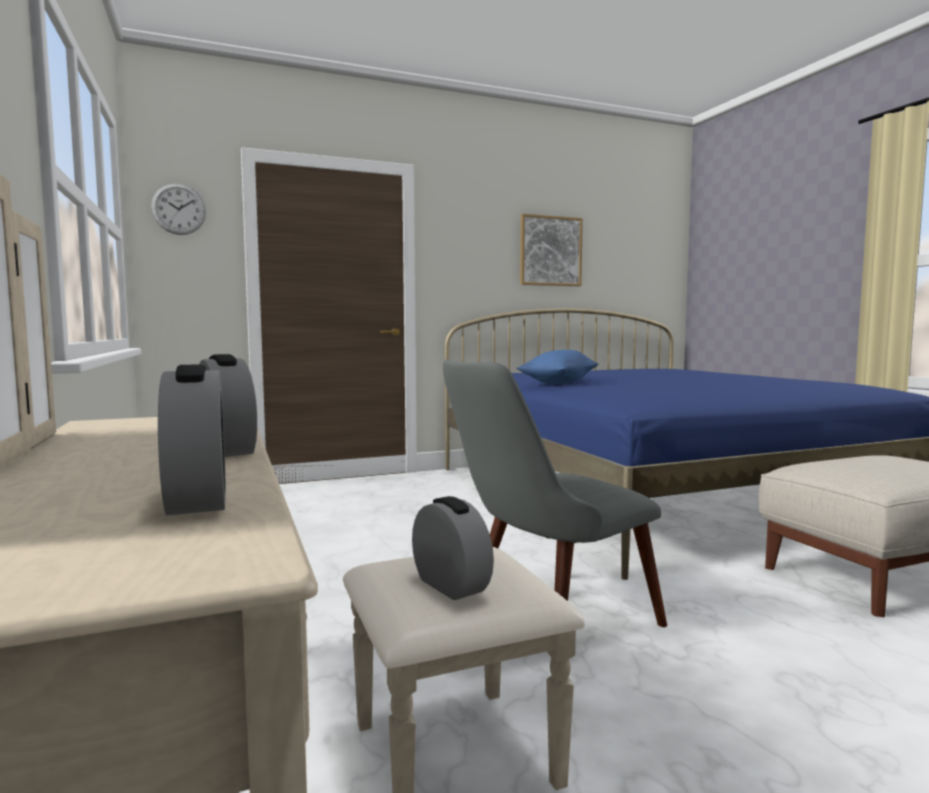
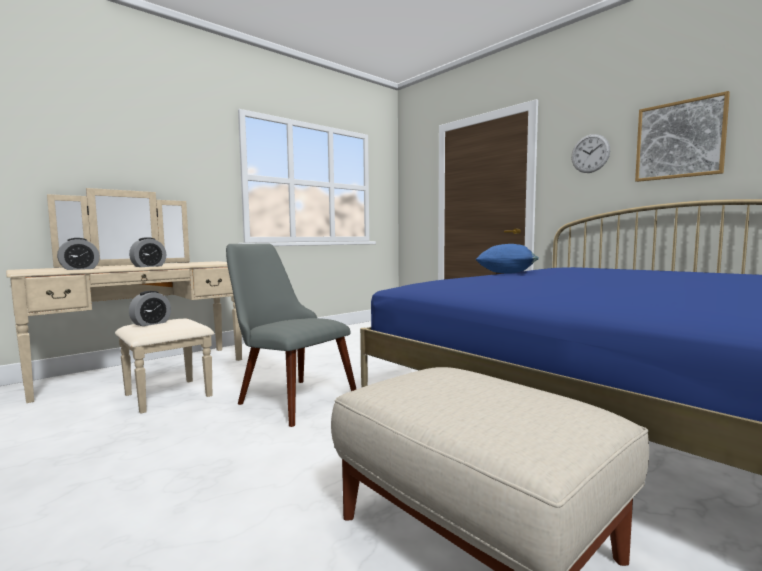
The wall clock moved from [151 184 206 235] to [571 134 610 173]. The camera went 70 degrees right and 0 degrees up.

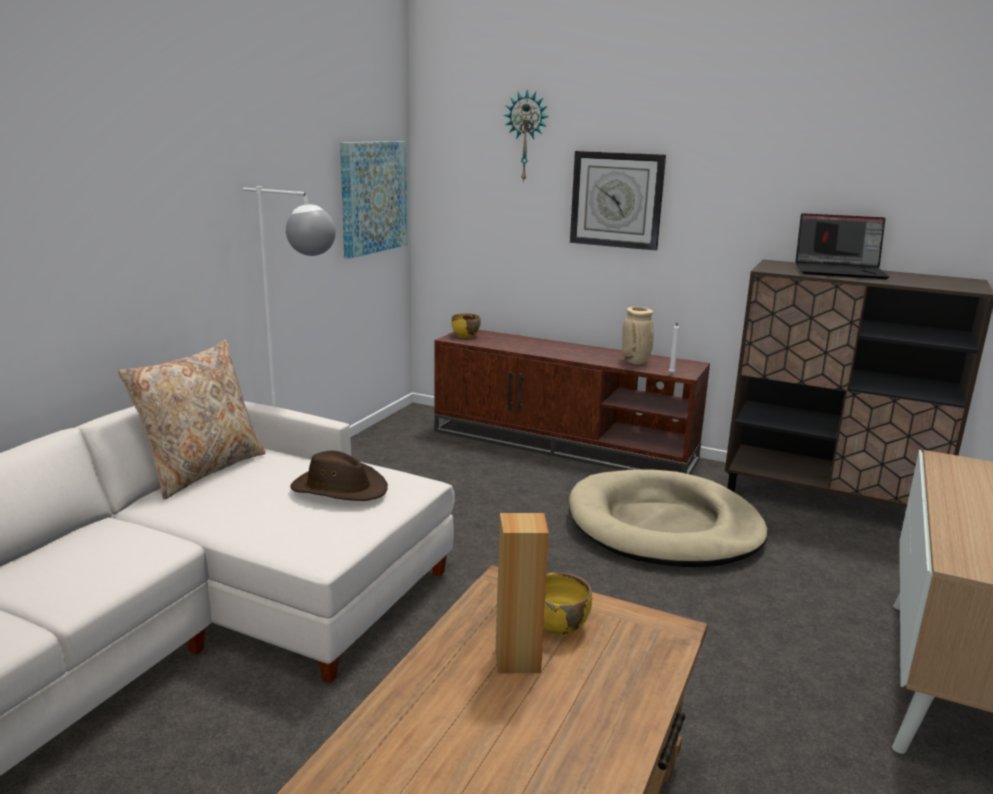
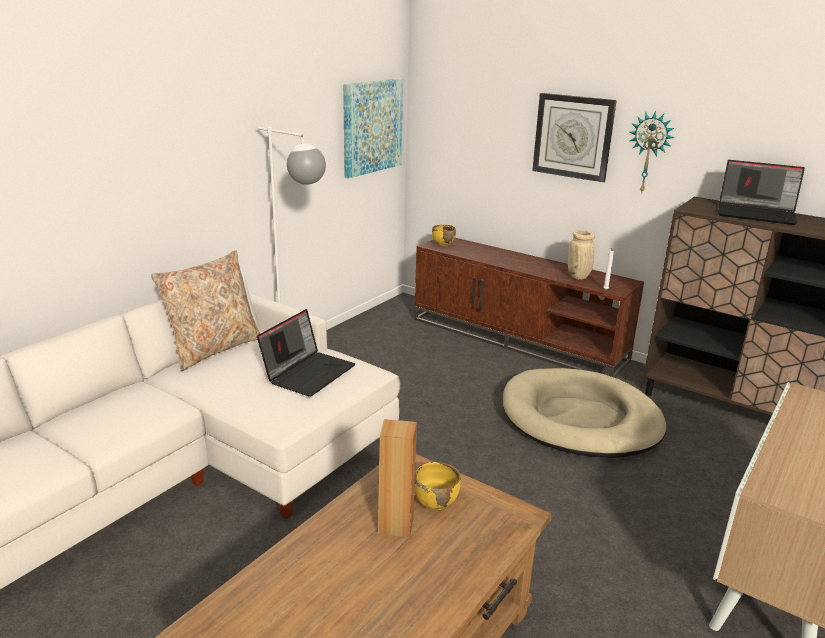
The hat in brown at [290 451 388 501] was replaced by the laptop at [257 309 355 397]. The wall clock moved from [504 90 549 183] to [629 111 674 194]. The camera went 10 degrees right and 5 degrees up.

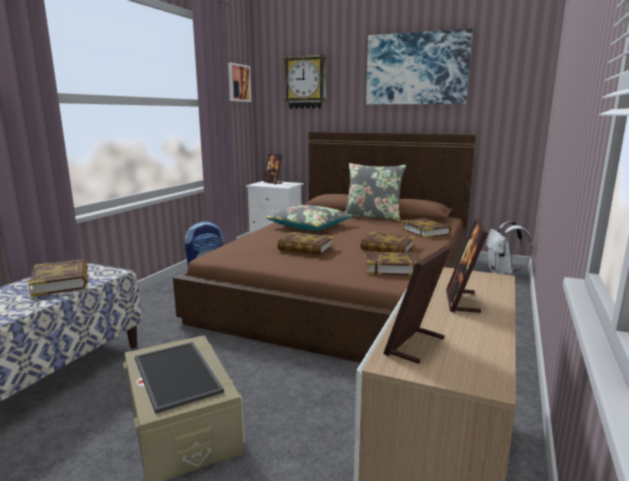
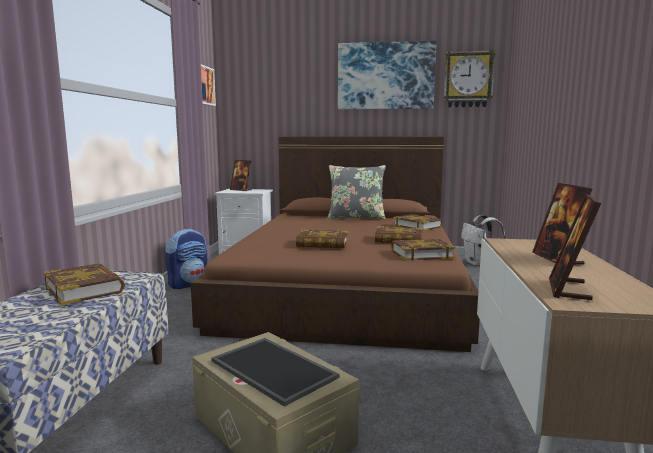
The wall clock moved from [284 54 326 109] to [444 50 496 107]. The pillow in grey at [266 205 353 231] disappeared. The camera went 15 degrees left and 5 degrees down.

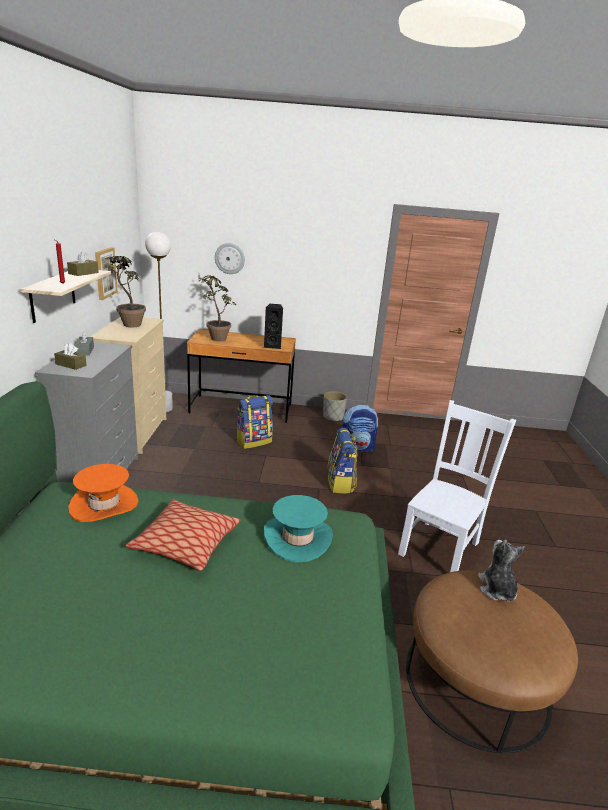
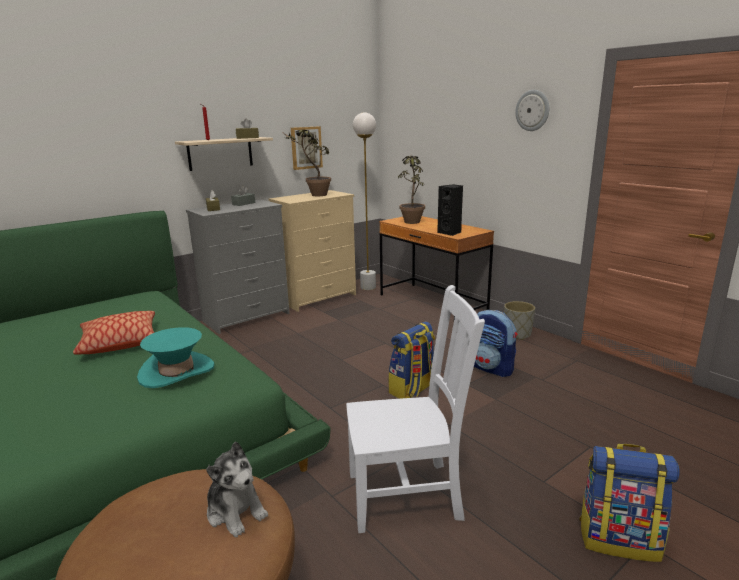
The plush toy at [478 540 525 602] turned 90 degrees clockwise. The wall clock moved from [215 243 245 274] to [515 90 549 131]. The backpack moved from [236 395 273 449] to [579 444 680 562]. The hat in orange at [68 464 139 522] disappeared. The camera went 50 degrees right and 5 degrees down.

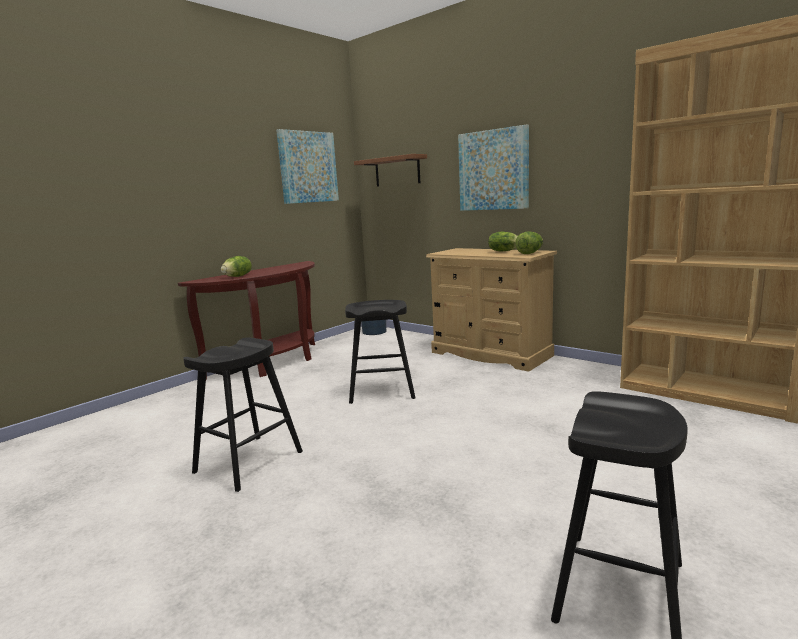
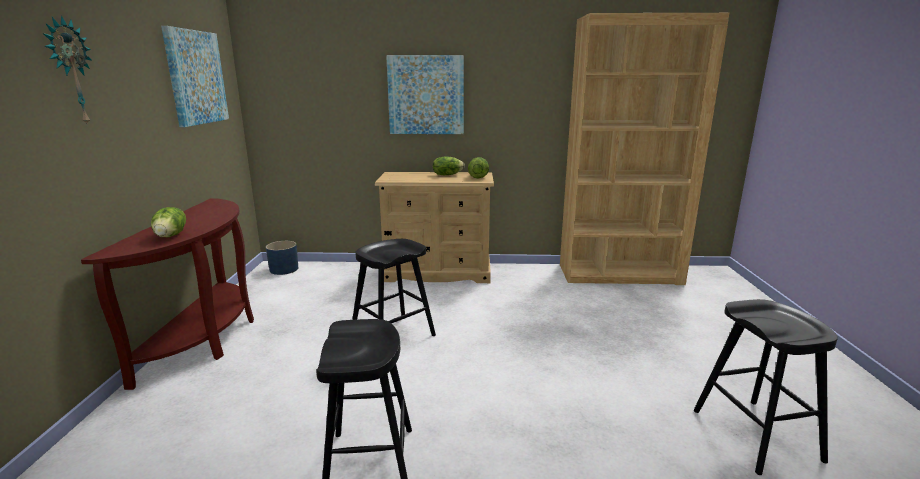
The wall clock at [43 15 92 126] appeared. The shelf in brown at [354 154 427 187] disappeared. The camera went 40 degrees left and 5 degrees up.

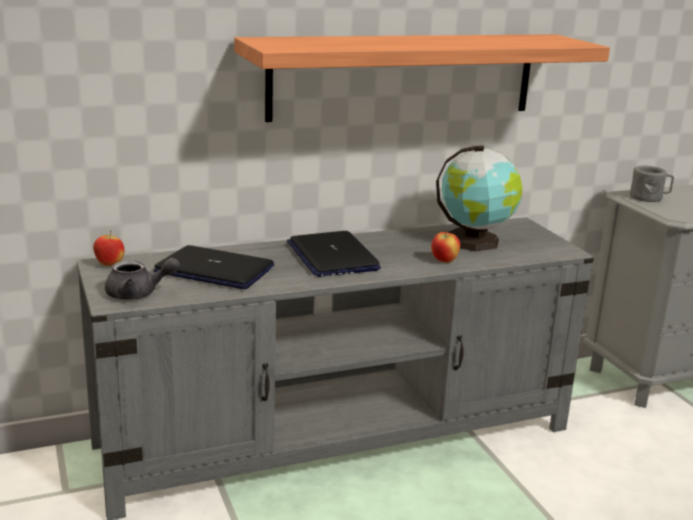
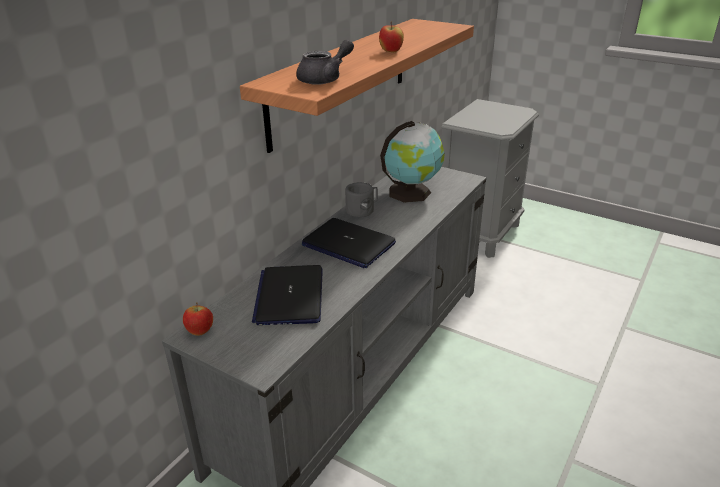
The laptop at [153 245 274 289] turned 75 degrees counterclockwise. The teapot in grey moved from [105 258 180 300] to [296 39 354 85]. The mug in grey moved from [630 166 674 202] to [345 182 378 217]. The apple moved from [431 230 460 263] to [379 22 404 52]. The camera went 35 degrees left and 10 degrees up.

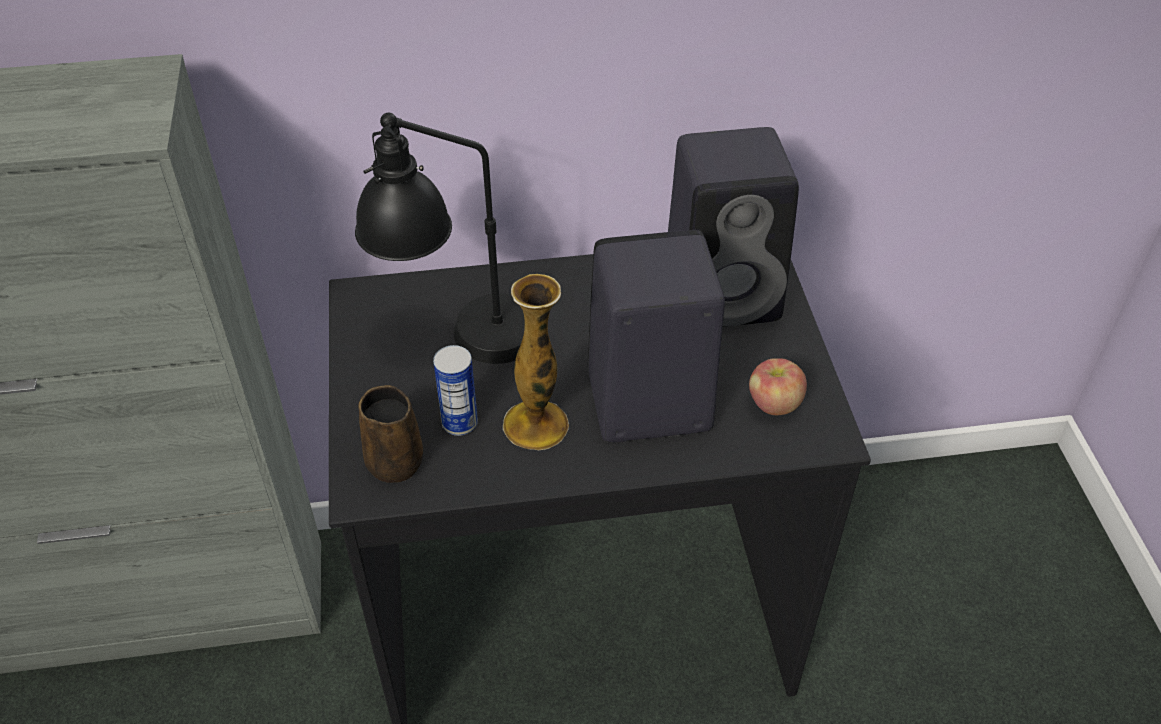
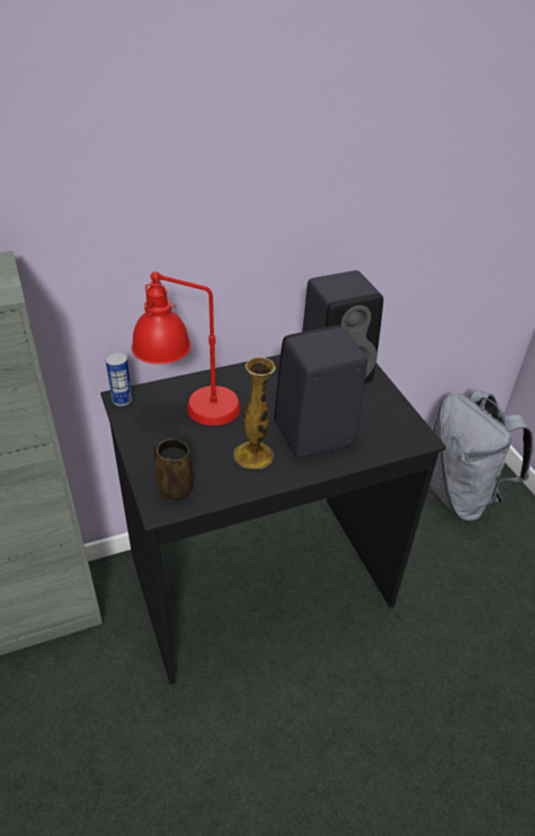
The can moved from [433 345 478 436] to [106 352 132 406]. The table lamp in black at [355 113 525 364] became the table lamp in red at [131 271 241 426]. The backpack in grey at [429 390 533 521] appeared. The apple at [749 358 807 415] disappeared. The camera went 15 degrees left and 5 degrees down.

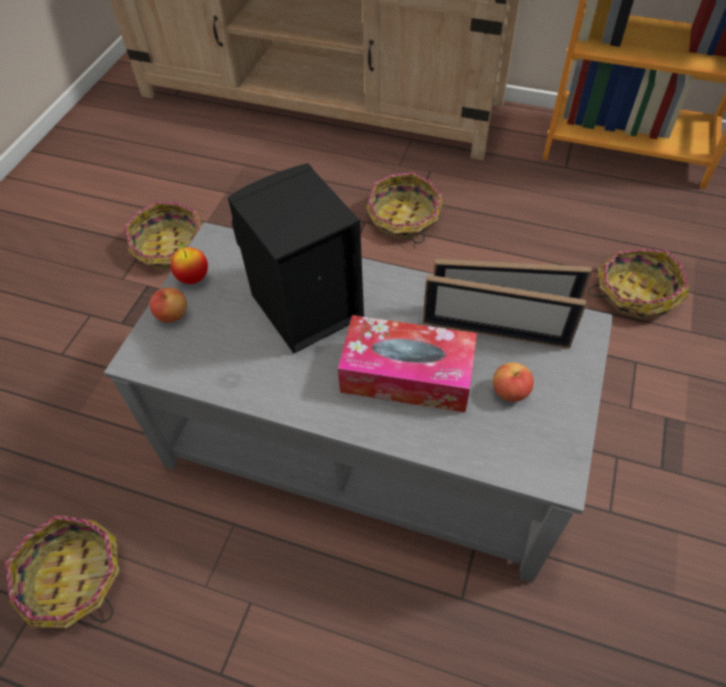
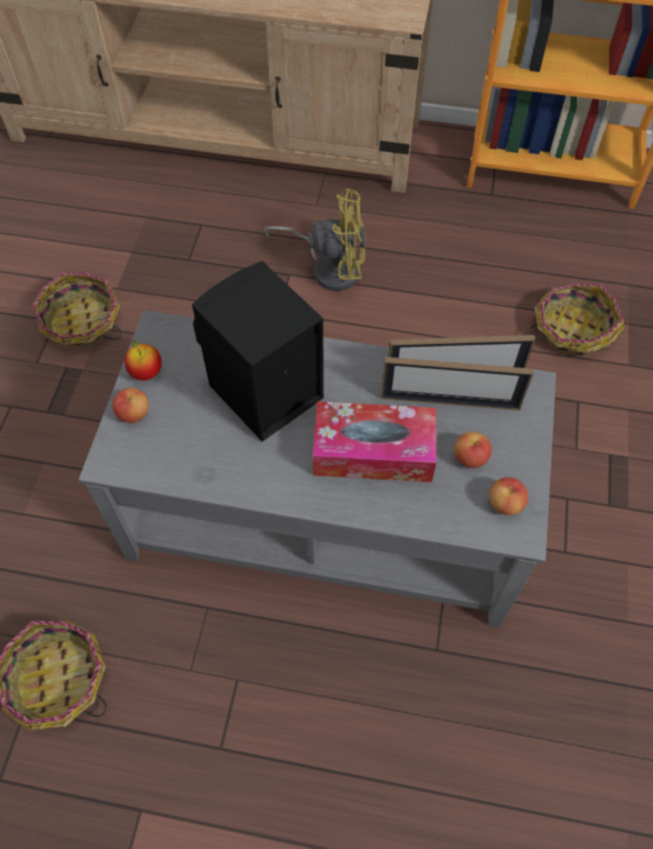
The basket at [366 172 443 244] was replaced by the fan in yellow at [264 188 366 291]. The apple at [489 477 528 515] appeared. The camera went 10 degrees left and 5 degrees up.

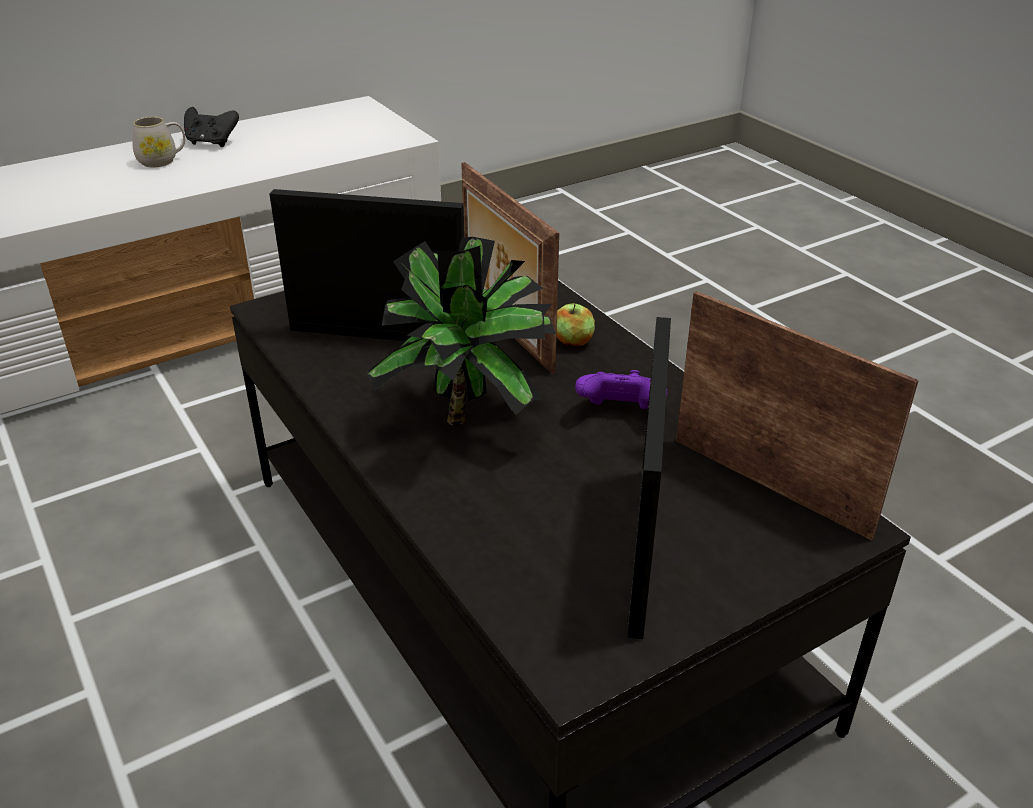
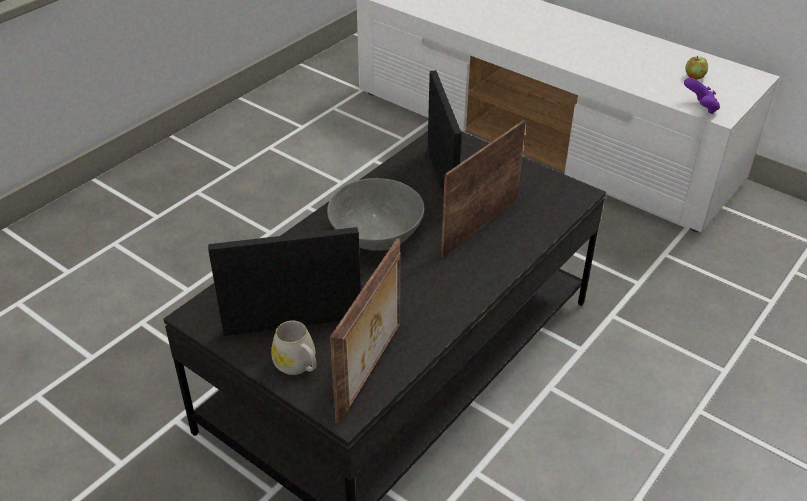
The mug in white moved from [132 116 185 167] to [271 321 317 375]. The potted plant at [367 237 556 426] was replaced by the bowl in grey at [327 178 424 251]. The game controller in purple moved from [575 370 667 409] to [684 78 720 114]. The apple moved from [556 303 595 347] to [685 56 708 80]. The game controller in black at [184 107 239 147] disappeared. The camera went 70 degrees right and 5 degrees up.

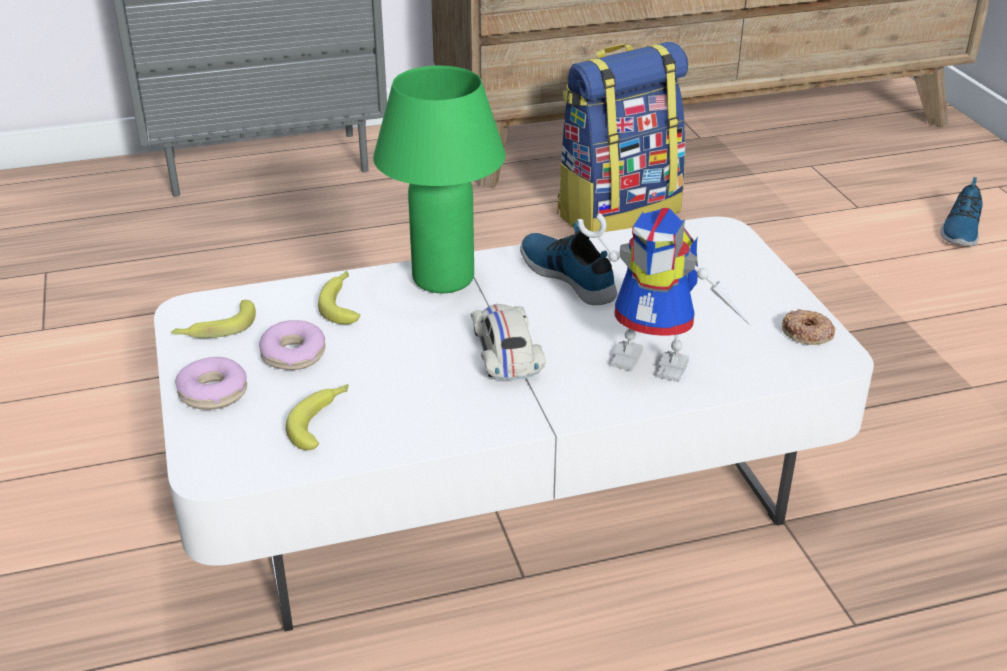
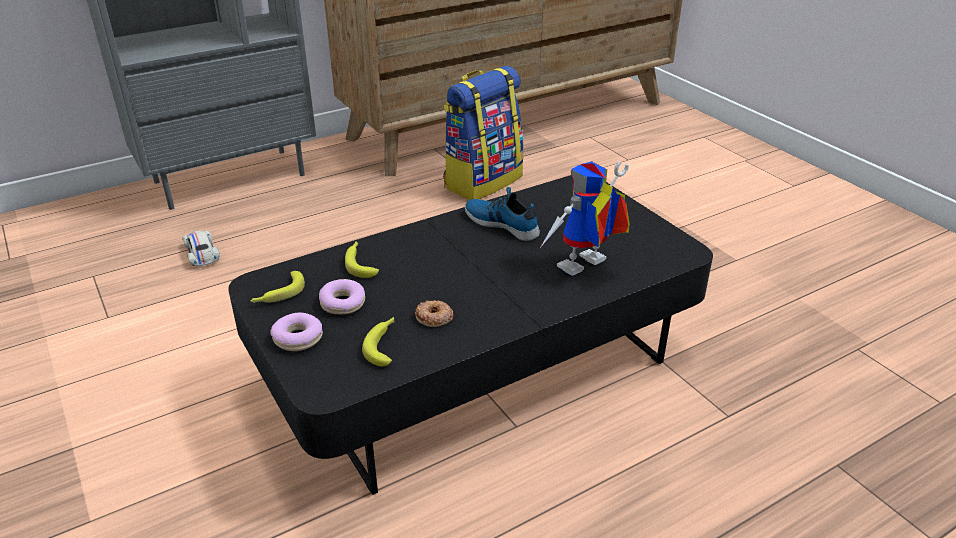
The toy car in white moved from [471 304 546 380] to [182 231 220 266]. The coffee table in white at [154 217 874 632] became the coffee table in black at [228 175 713 495]. The donut moved from [782 309 835 345] to [415 300 453 327]. The toy robot at [578 208 751 382] turned 135 degrees clockwise. The table lamp in green at [373 66 506 293] disappeared. The shoe at [940 177 983 246] disappeared. The camera went 15 degrees left and 0 degrees up.

